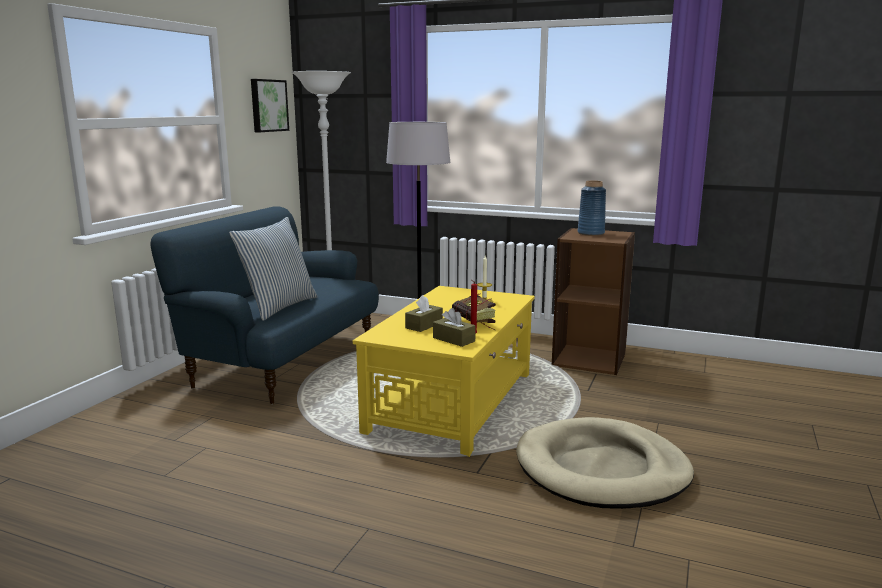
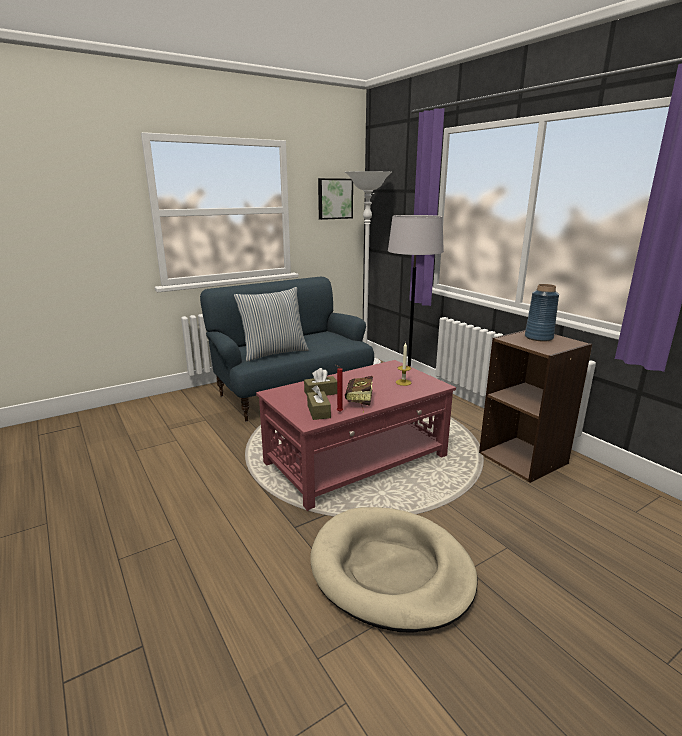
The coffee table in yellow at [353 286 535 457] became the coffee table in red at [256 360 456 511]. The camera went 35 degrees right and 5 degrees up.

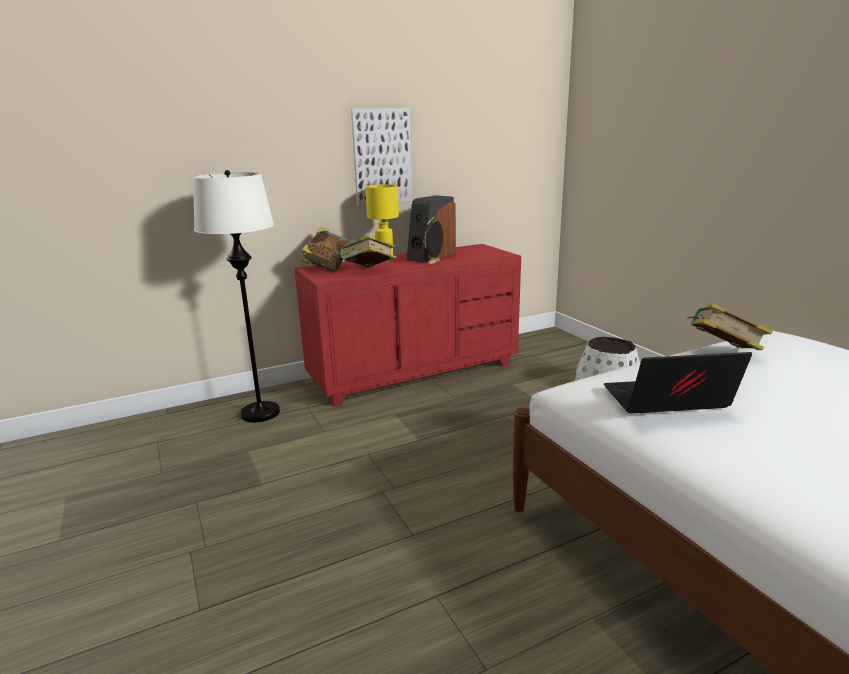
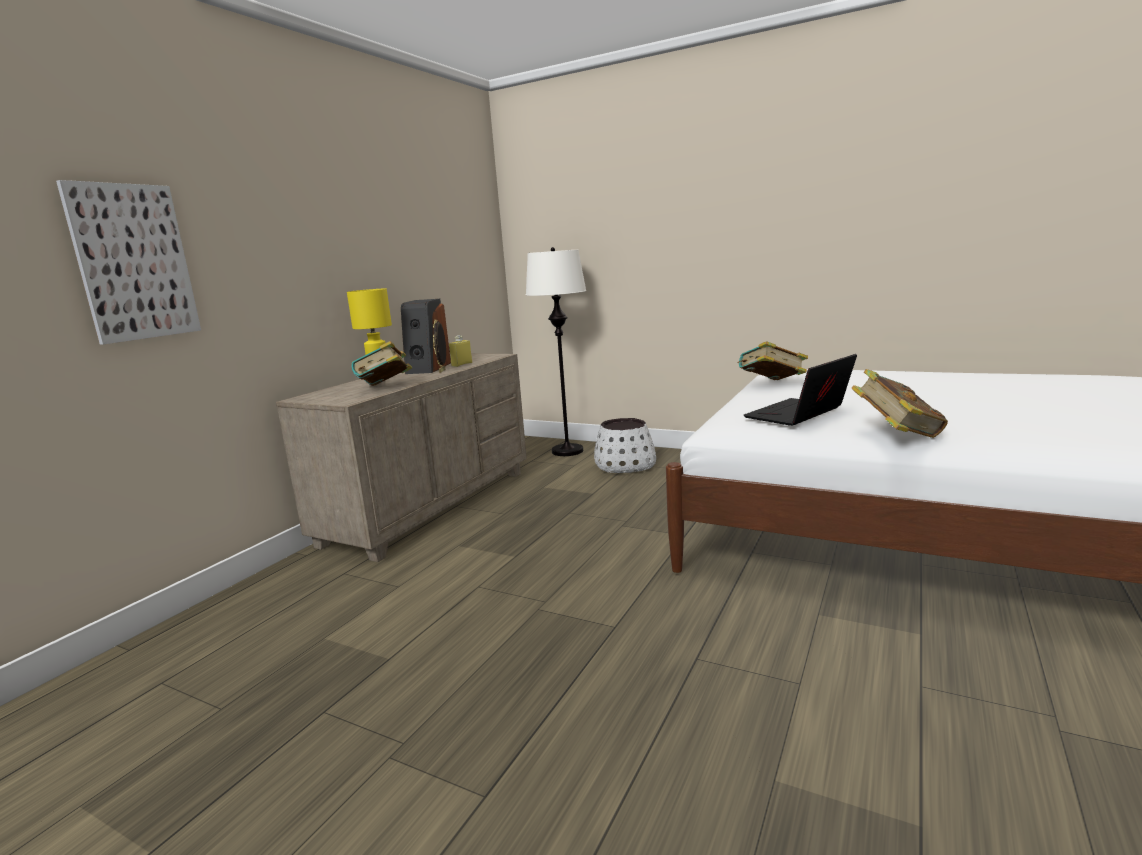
The picture moved from [351 108 412 206] to [56 180 201 344]. The dresser in red at [294 244 521 407] became the dresser in beige at [276 353 527 562]. The bottle in yellow at [449 335 472 367] appeared. The floor lamp in white moved from [193 170 280 422] to [526 247 587 456]. The book moved from [301 227 351 272] to [852 369 948 438]. The camera went 35 degrees left and 5 degrees down.

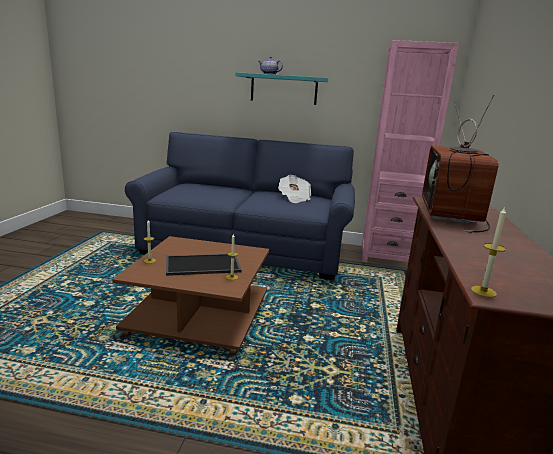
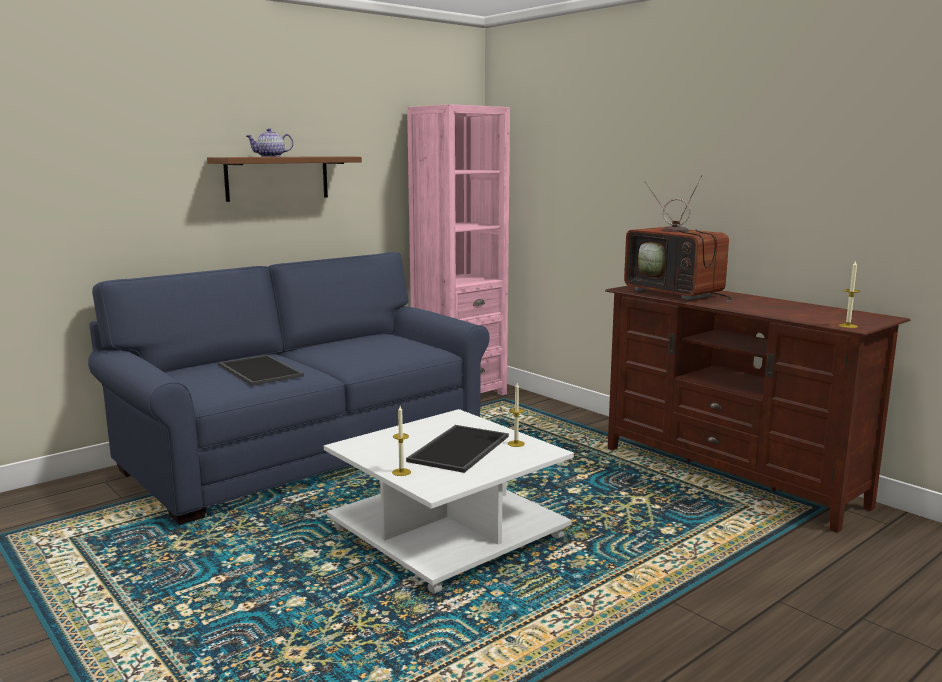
The shelf in turquoise at [236 72 328 105] became the shelf in brown at [207 156 362 202]. The tray at [218 355 304 386] appeared. The coffee table in brown at [112 236 269 355] became the coffee table in white at [324 409 574 594]. The newspaper at [278 175 311 203] disappeared. The camera went 50 degrees left and 5 degrees down.

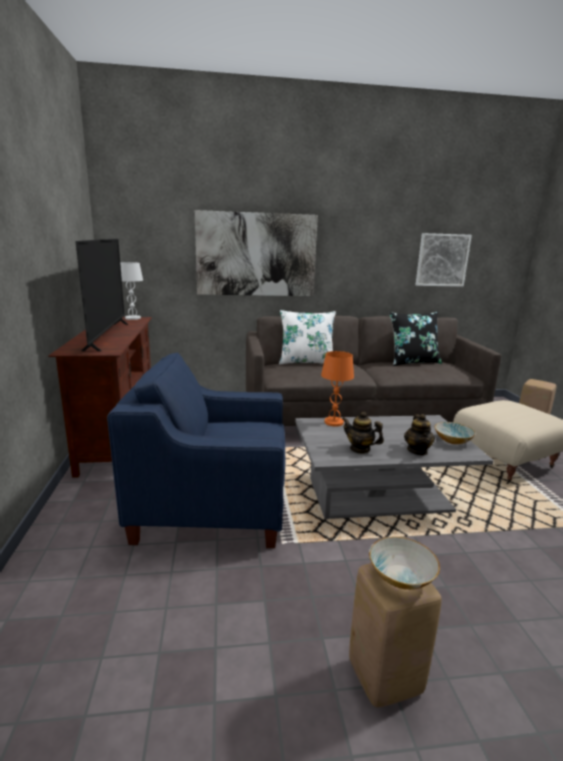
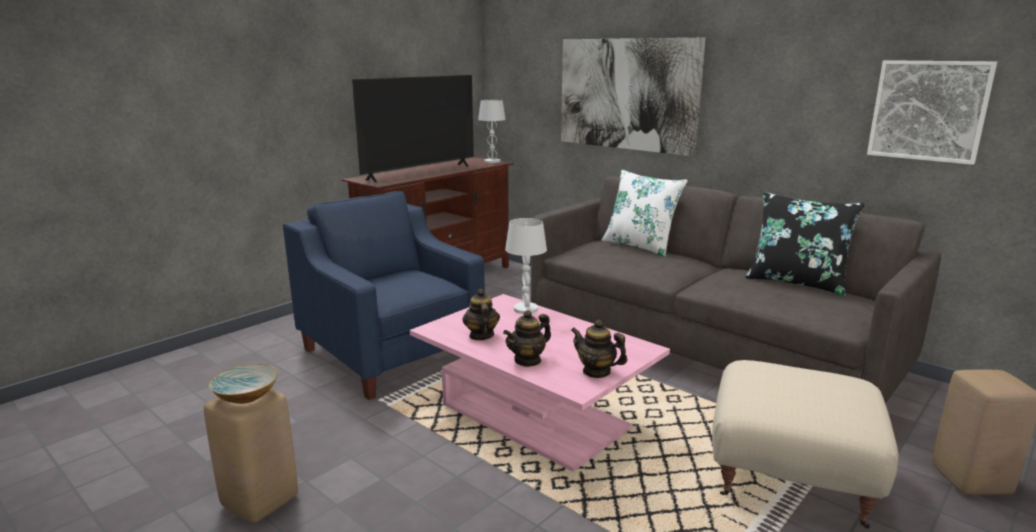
The coffee table in grey at [295 415 494 519] became the coffee table in pink at [410 294 670 472]. The table lamp in orange at [321 351 354 426] became the table lamp in white at [505 218 547 314]. The bowl at [435 422 476 445] was replaced by the teapot at [571 320 628 378]. The camera went 50 degrees right and 0 degrees up.

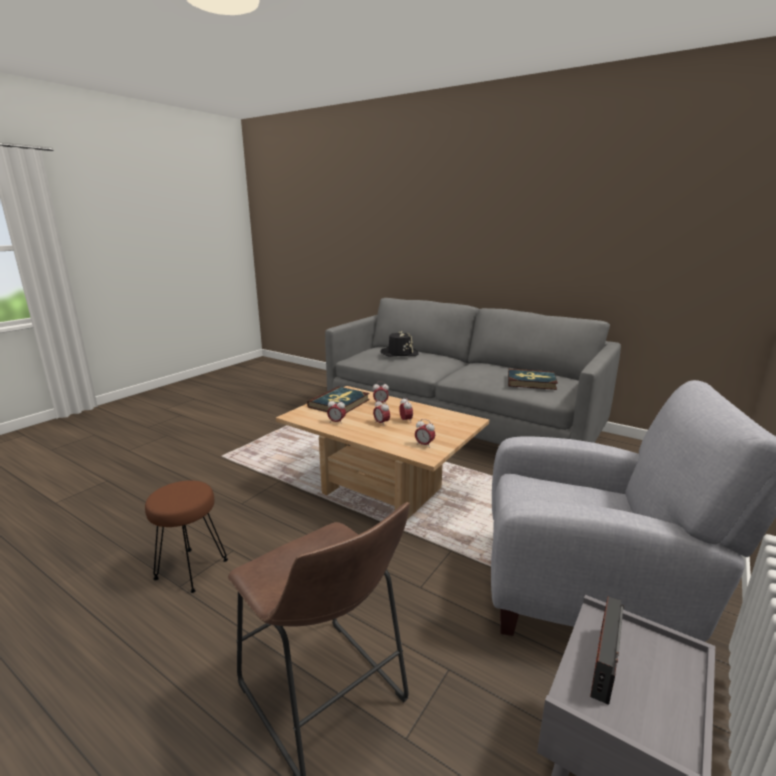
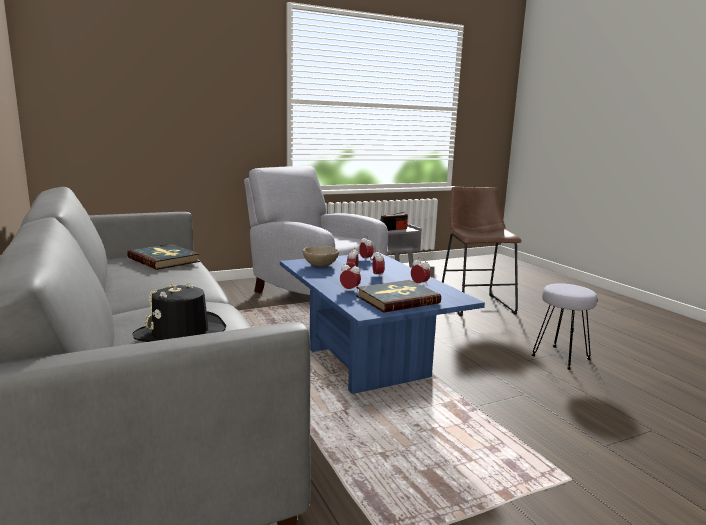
The coffee table in beige at [276 386 489 520] became the coffee table in blue at [280 253 485 394]. The bowl in beige at [303 246 339 266] appeared. The stool in brown at [145 480 228 593] became the stool in grey at [532 283 597 370]. The camera went 150 degrees left and 5 degrees down.

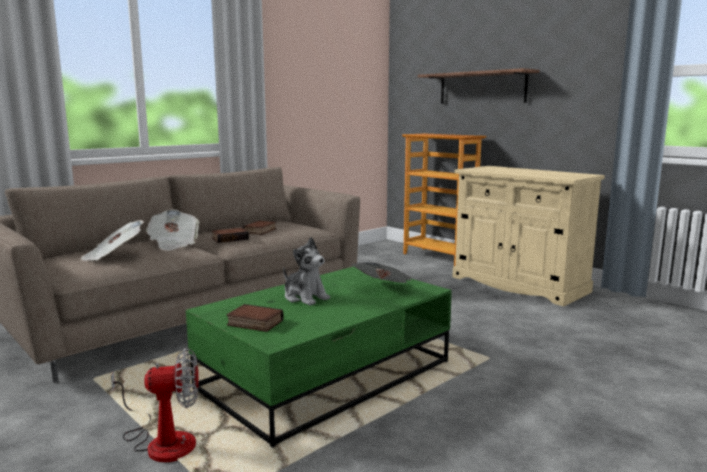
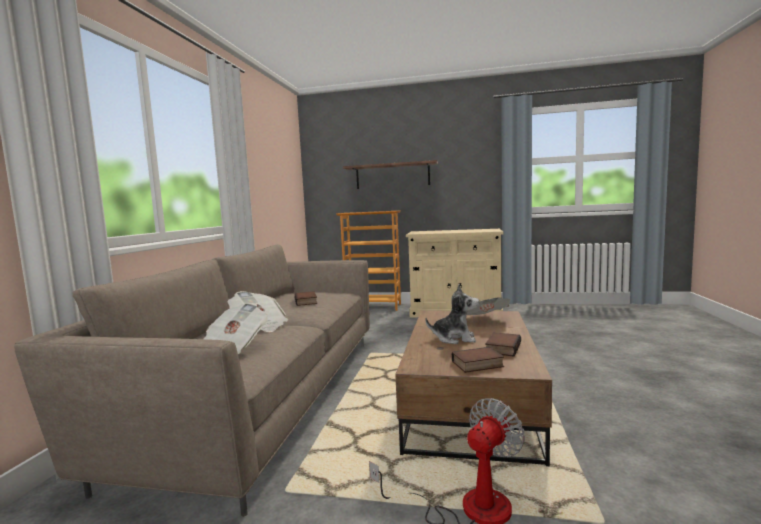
The coffee table in green at [186 267 452 447] became the coffee table in brown at [395 311 552 466]. The book moved from [212 228 249 243] to [485 332 521 356]. The camera went 35 degrees left and 5 degrees down.

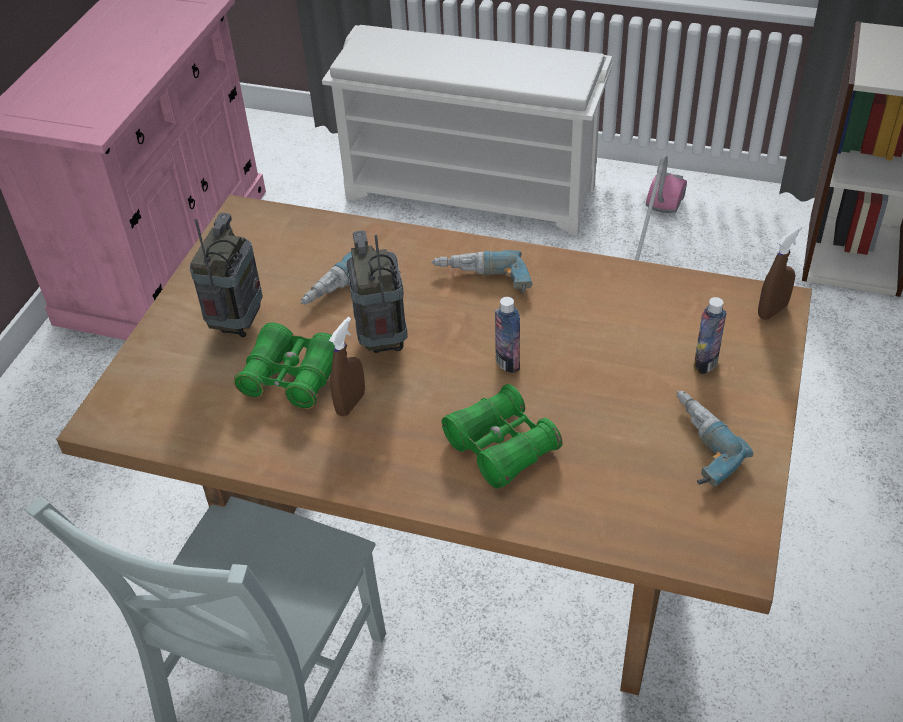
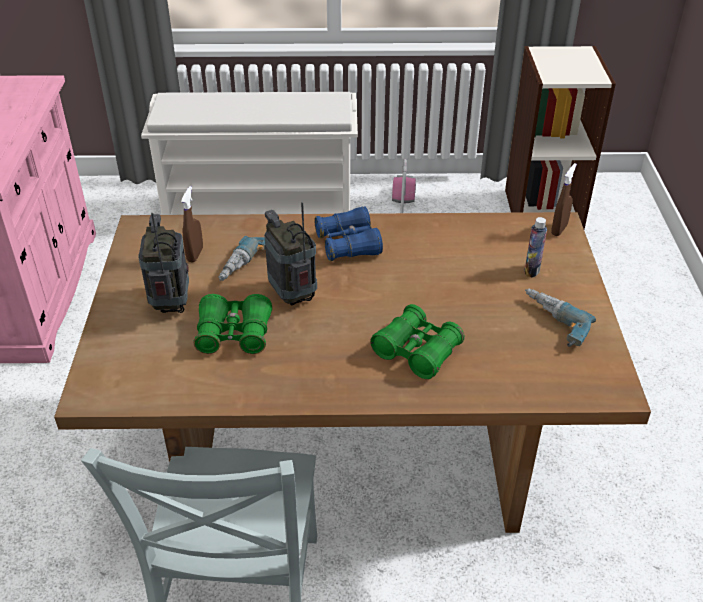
The spray bottle in brown moved from [329 317 365 416] to [181 186 203 263]. The power drill at [431 250 532 294] was replaced by the binoculars in blue at [315 206 383 261]. The bottle at [495 297 520 373] disappeared. The camera went 20 degrees left and 5 degrees down.

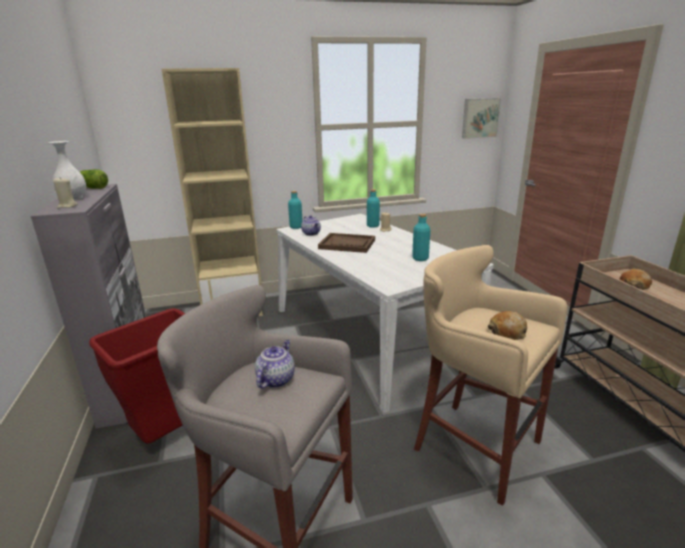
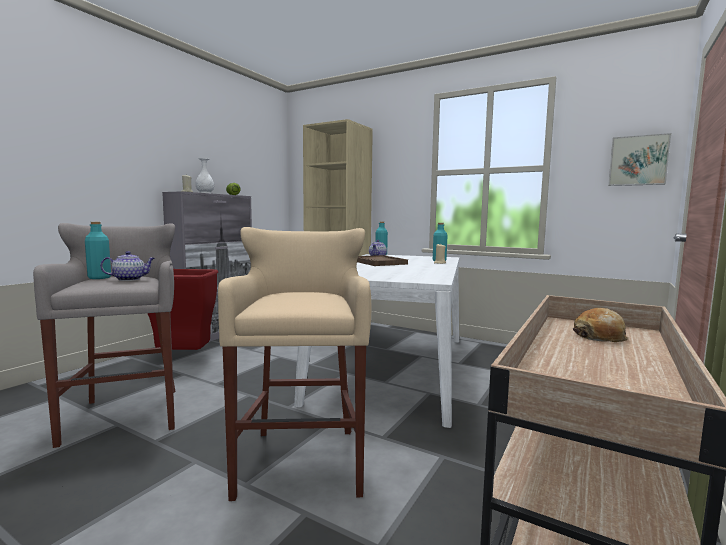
The bottle in turquoise moved from [412 214 430 261] to [85 222 111 279]. The bread at [488 311 527 340] disappeared. The camera went 45 degrees right and 15 degrees down.

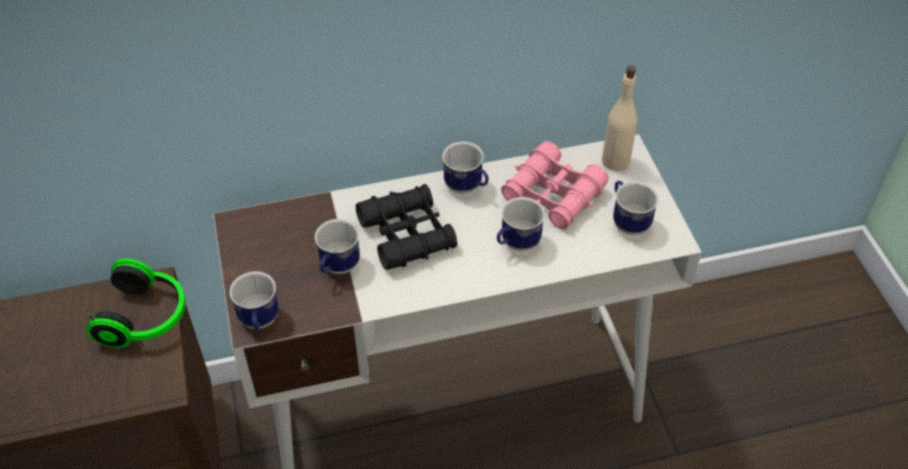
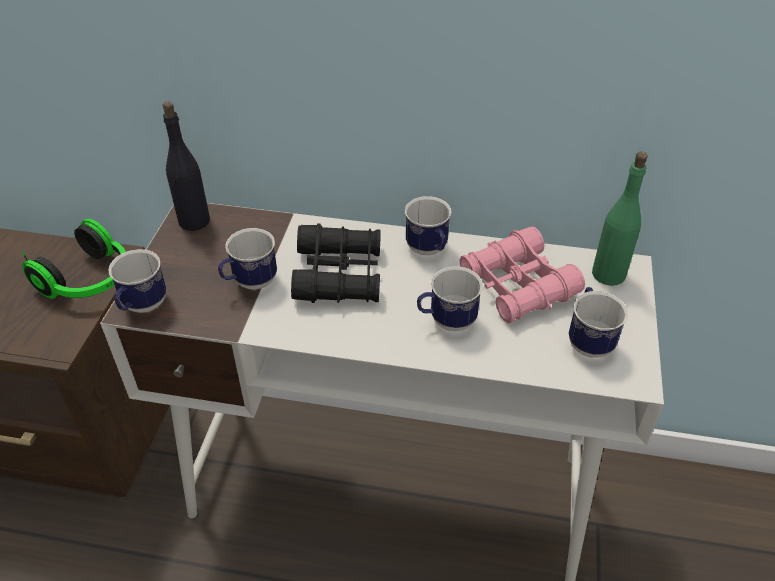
The bottle in black at [162 101 210 231] appeared. The bottle in beige at [602 65 637 171] became the bottle in green at [592 152 648 286]. The camera went 25 degrees right and 5 degrees down.

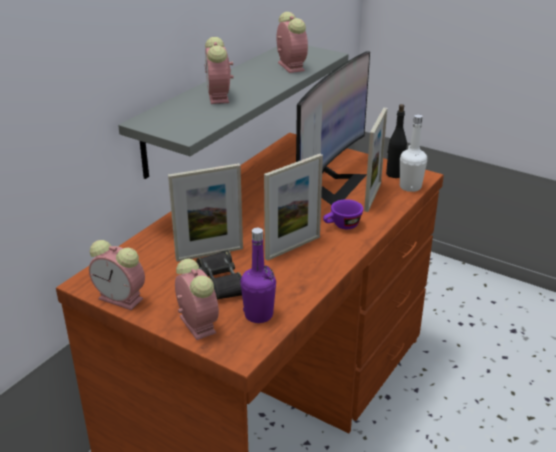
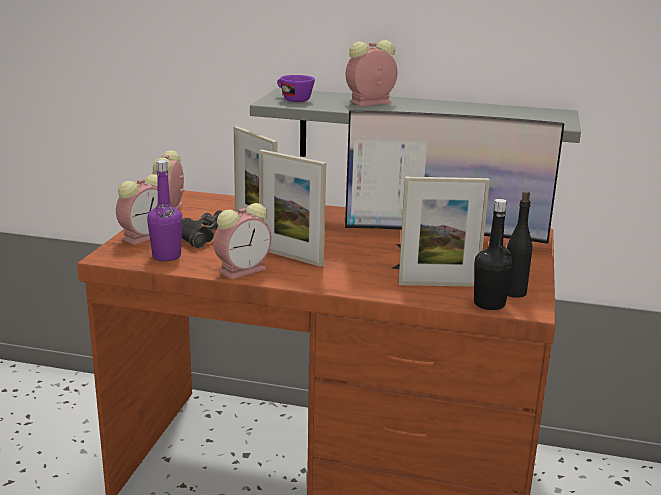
The alarm clock moved from [277 12 308 73] to [213 203 271 280]. The cup in purple moved from [323 199 363 229] to [277 75 315 102]. The bottle in white at [400 114 427 192] became the bottle in black at [474 199 514 310]. The camera went 70 degrees right and 10 degrees down.

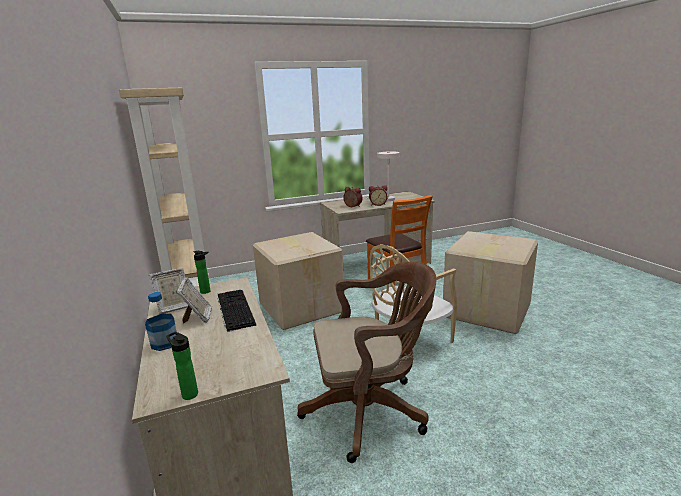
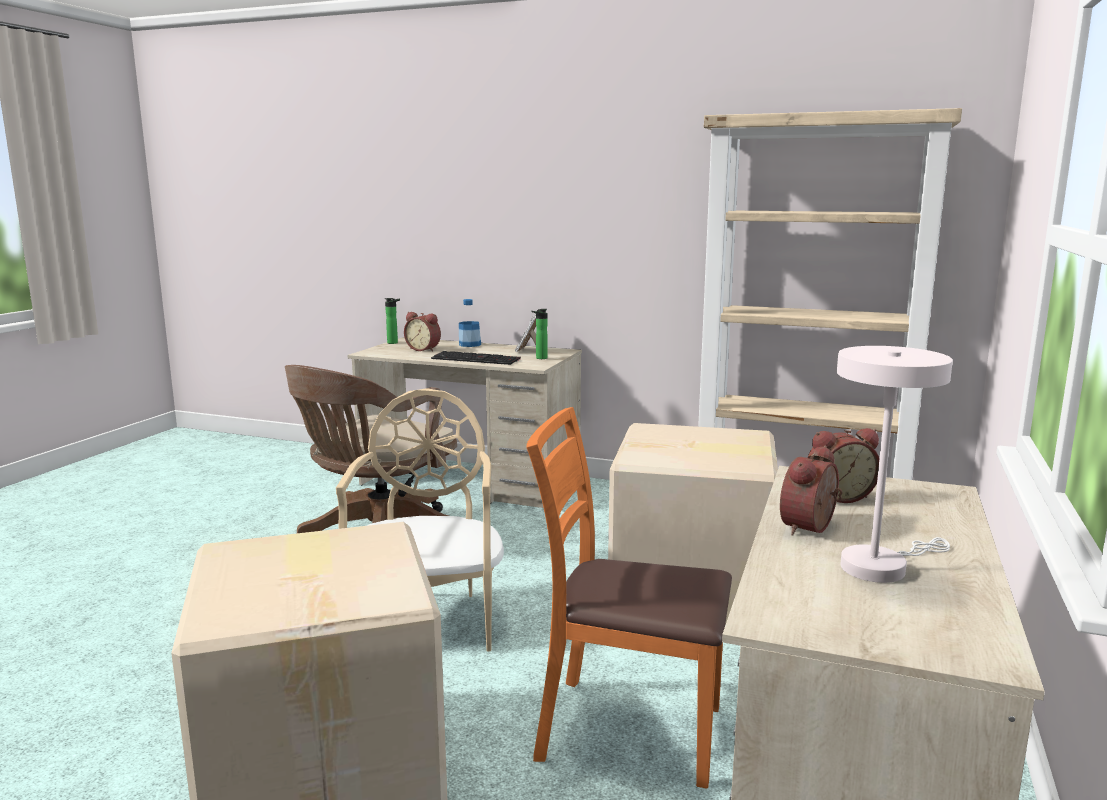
The alarm clock at [404 312 441 352] appeared. The picture frame at [177 277 212 324] disappeared. The camera went 130 degrees right and 5 degrees down.

